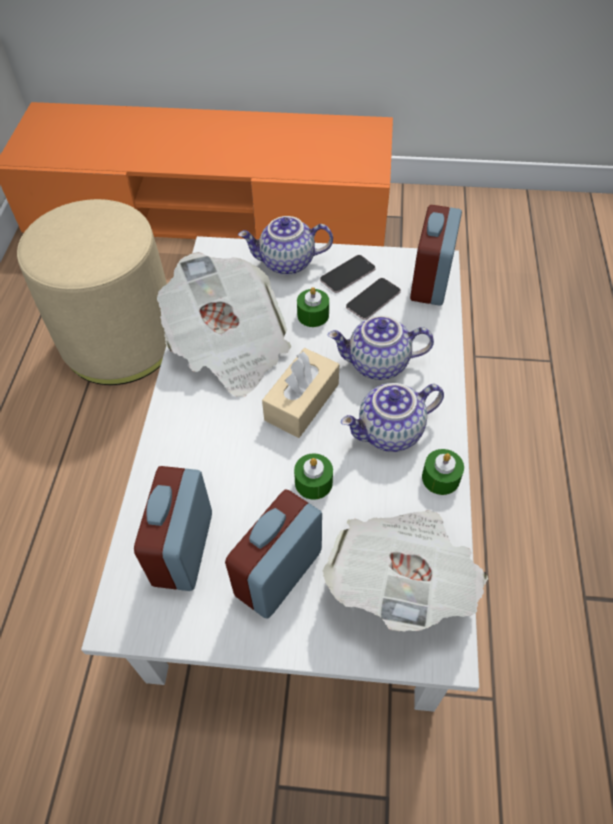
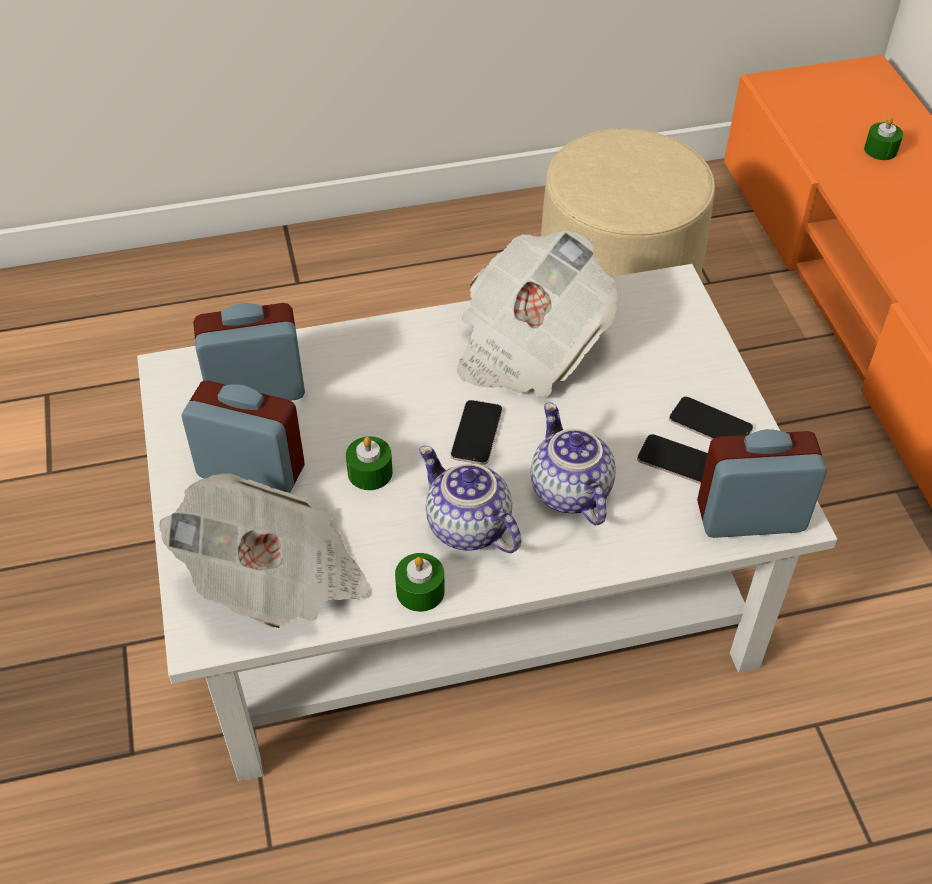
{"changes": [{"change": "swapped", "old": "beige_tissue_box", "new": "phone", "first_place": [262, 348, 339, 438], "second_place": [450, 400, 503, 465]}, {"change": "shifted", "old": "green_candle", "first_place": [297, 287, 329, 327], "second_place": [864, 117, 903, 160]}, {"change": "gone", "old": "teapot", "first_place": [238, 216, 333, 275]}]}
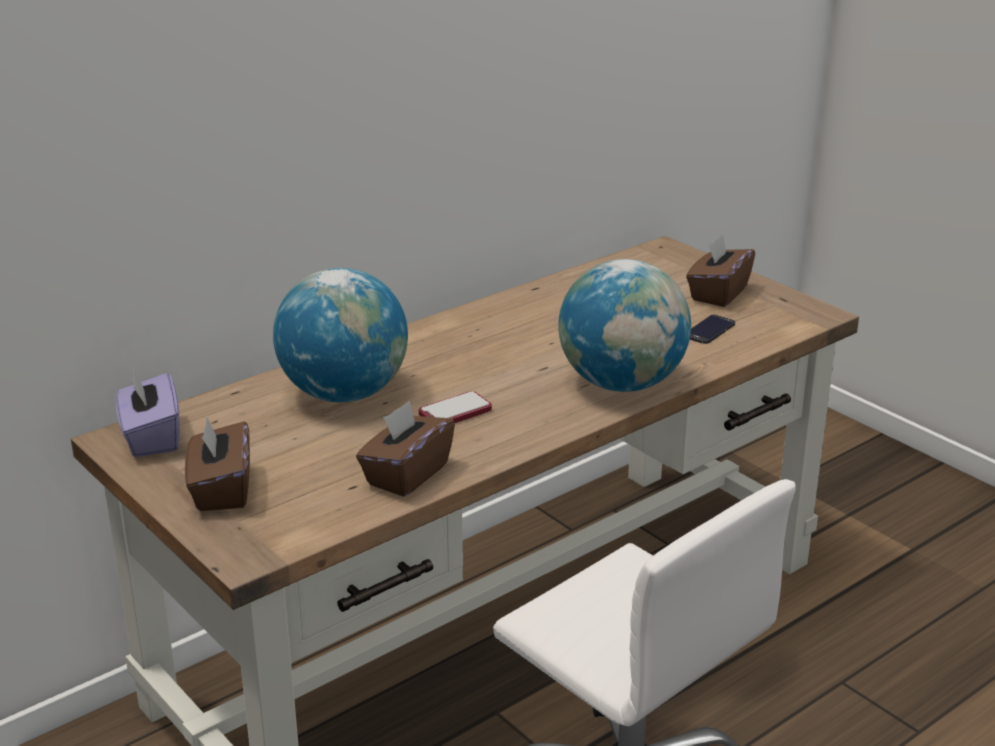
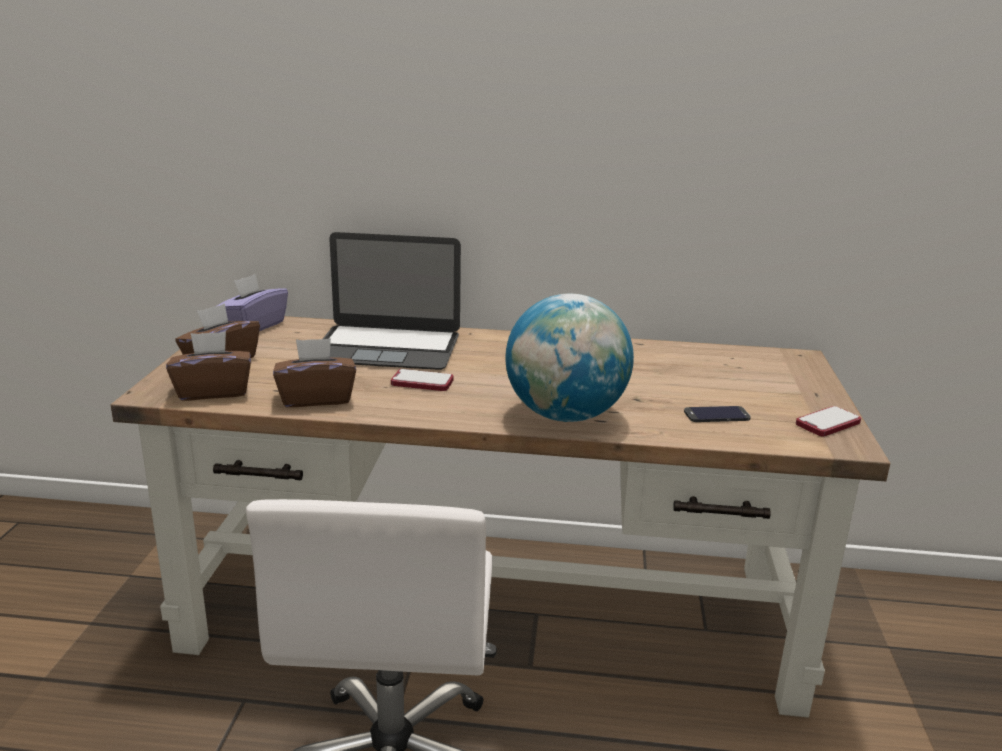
{"changes": [{"change": "shifted", "old": "brown_tissue_box", "first_place": [686, 234, 755, 307], "second_place": [166, 332, 251, 400]}, {"change": "swapped", "old": "globe", "new": "laptop", "first_place": [273, 268, 408, 403], "second_place": [323, 232, 461, 370]}, {"change": "new", "new": "phone", "second_place": [796, 406, 861, 437]}]}
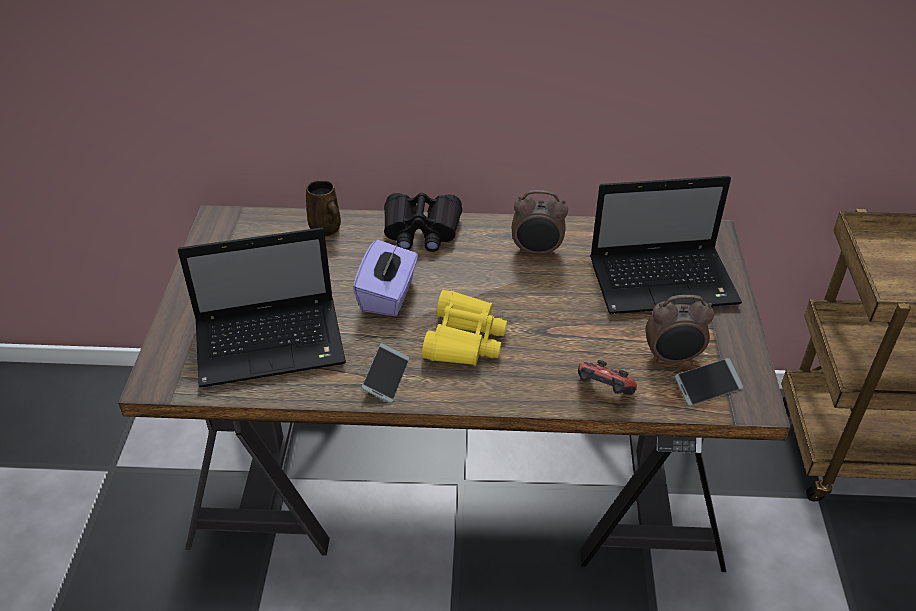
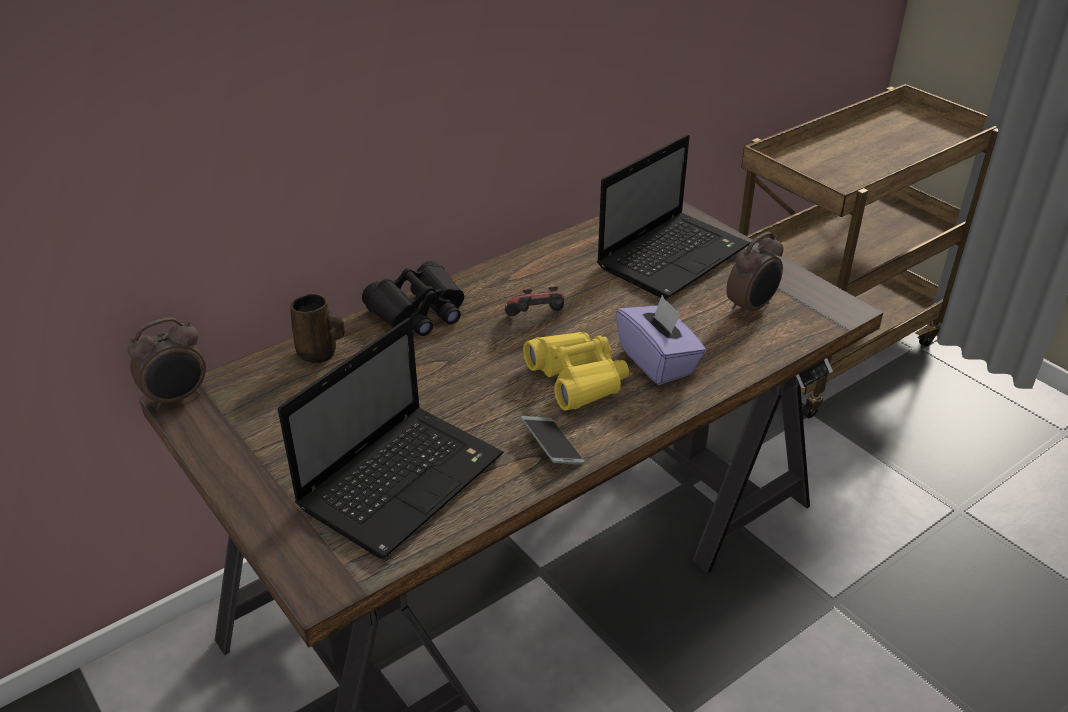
{"changes": [{"change": "shifted", "old": "alarm_clock", "first_place": [512, 190, 568, 257], "second_place": [128, 317, 206, 410]}, {"change": "shifted", "old": "game_controller", "first_place": [578, 360, 637, 395], "second_place": [505, 286, 564, 316]}, {"change": "shifted", "old": "purple_tissue_box", "first_place": [353, 240, 418, 316], "second_place": [616, 295, 706, 385]}, {"change": "gone", "old": "phone", "first_place": [674, 358, 743, 406]}]}
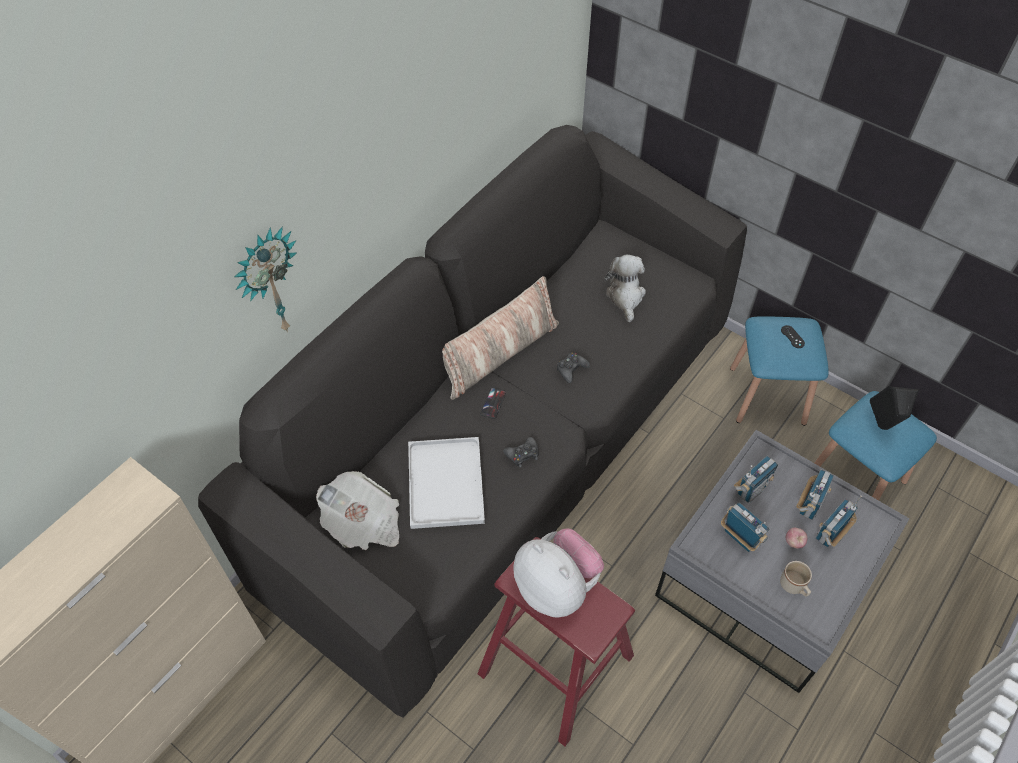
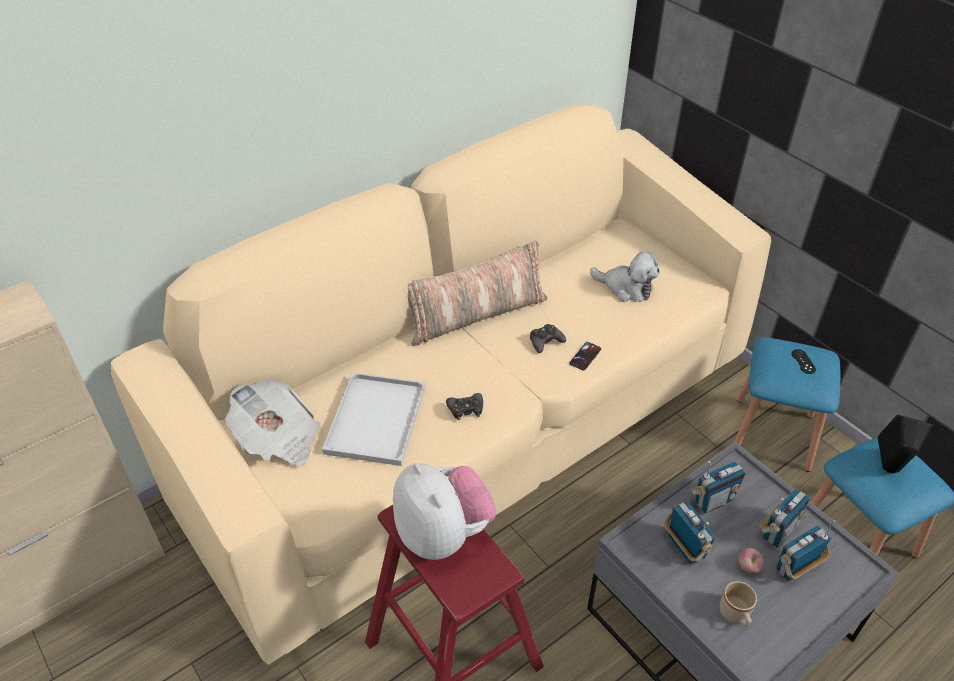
{"changes": [{"change": "repainted", "old": "black_sofa", "new": "beige_sofa", "first_place": [198, 125, 747, 718], "second_place": [111, 104, 771, 665]}, {"change": "shifted", "old": "phone", "first_place": [480, 388, 506, 419], "second_place": [569, 342, 601, 371]}, {"change": "rotated", "old": "plush_toy", "first_place": [604, 254, 646, 322], "second_place": [590, 252, 659, 302], "degrees": 105}, {"change": "gone", "old": "wall_clock", "first_place": [234, 227, 297, 332]}]}
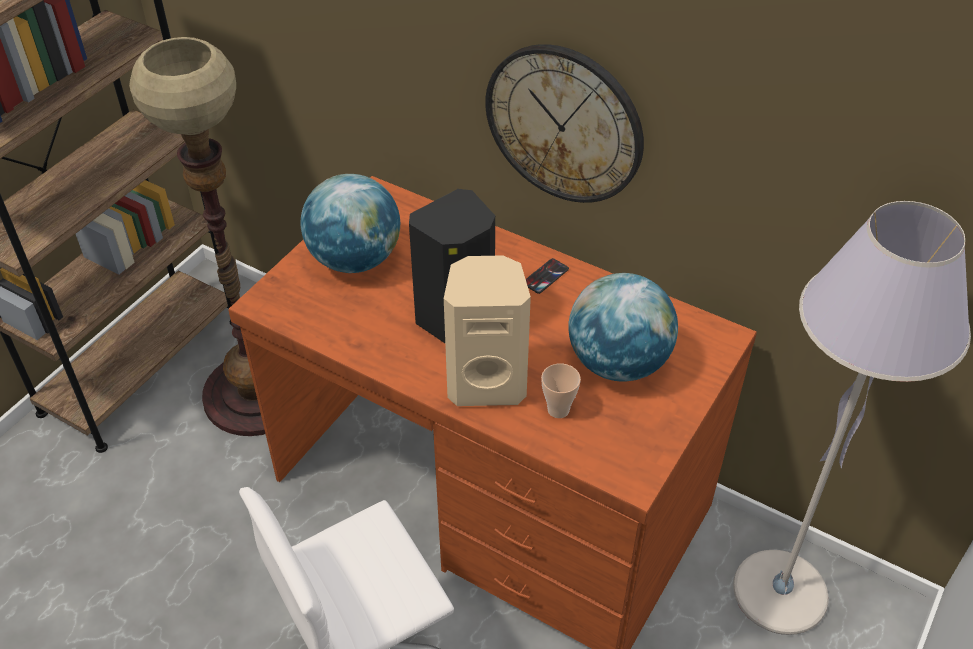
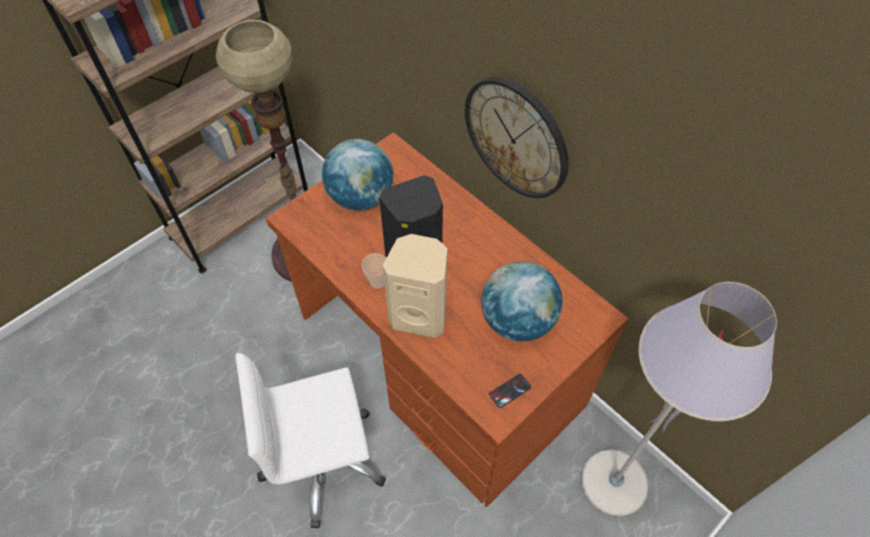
{"changes": [{"change": "shifted", "old": "cup", "first_place": [541, 363, 581, 418], "second_place": [362, 253, 386, 289]}, {"change": "shifted", "old": "phone", "first_place": [526, 258, 569, 294], "second_place": [489, 374, 531, 408]}]}
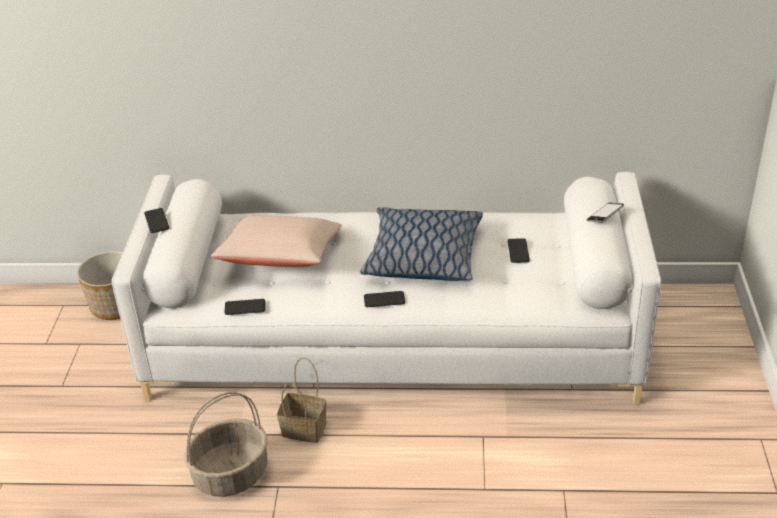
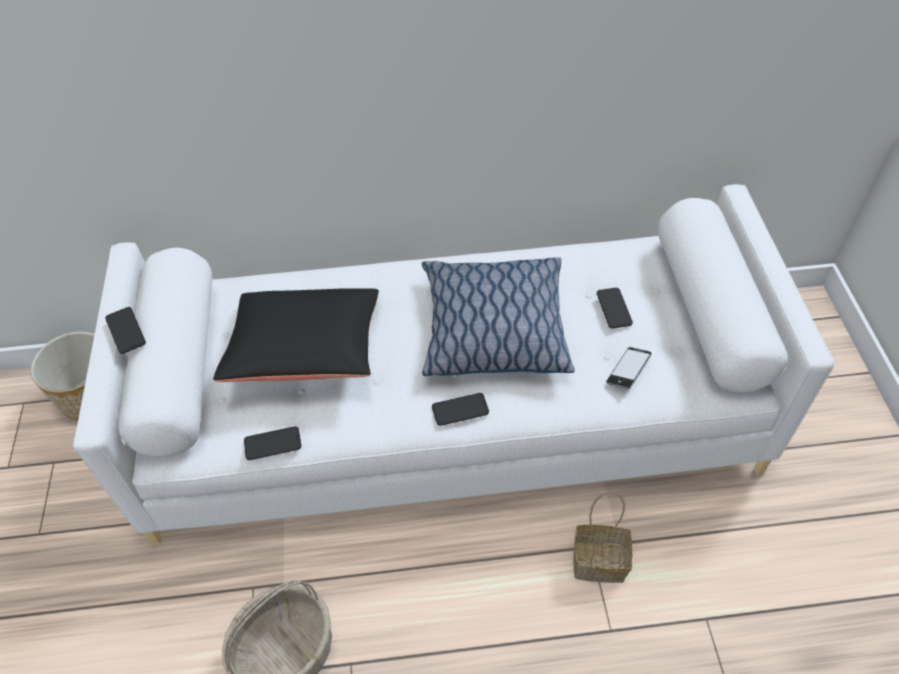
{"changes": [{"change": "repainted", "old": "beige_pillow", "new": "black_pillow", "first_place": [211, 215, 342, 267], "second_place": [213, 288, 379, 382]}, {"change": "shifted", "old": "basket", "first_place": [277, 357, 327, 443], "second_place": [573, 493, 633, 583]}, {"change": "shifted", "old": "phone", "first_place": [587, 203, 624, 222], "second_place": [606, 347, 652, 389]}]}
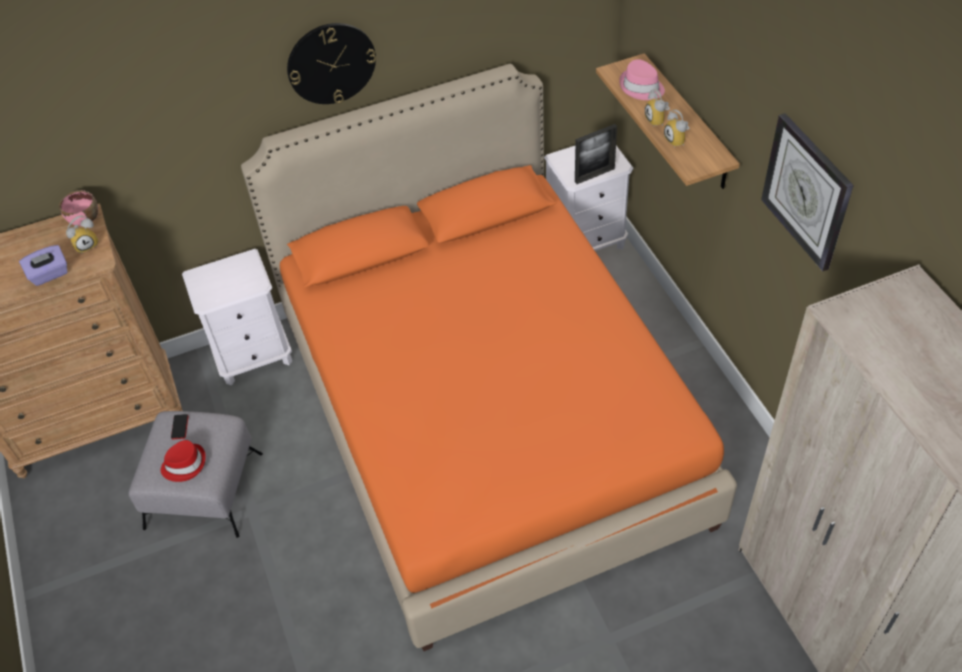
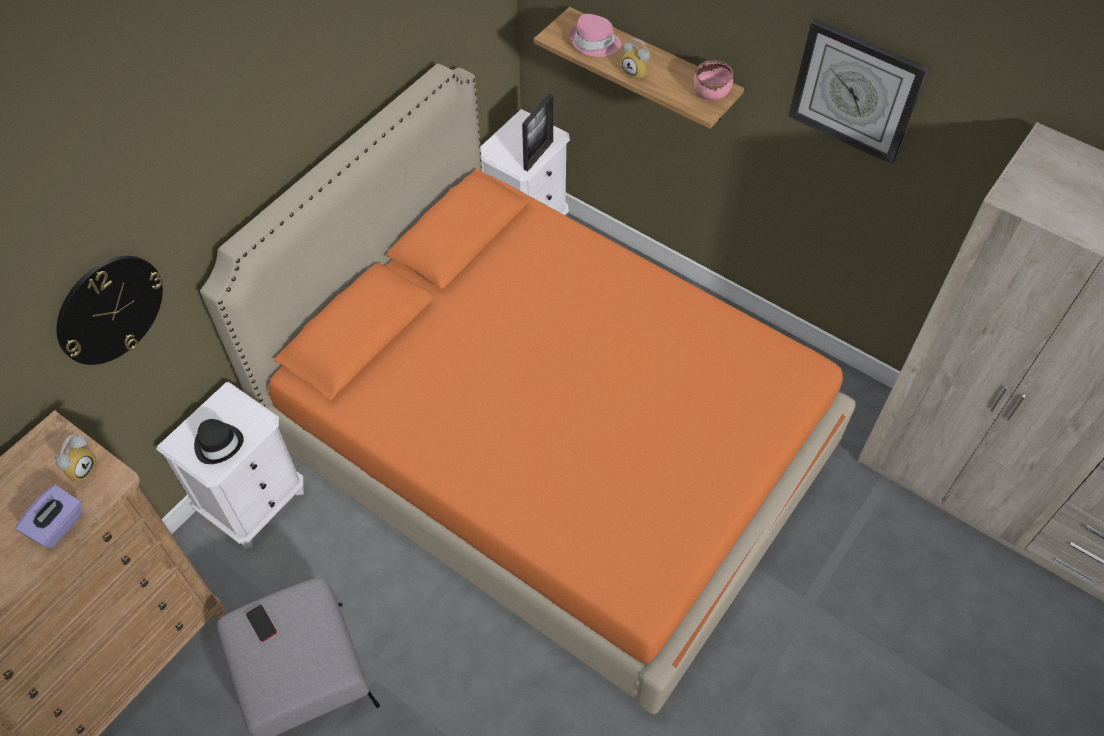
{"changes": [{"change": "shifted", "old": "wall_clock", "first_place": [287, 23, 376, 104], "second_place": [57, 256, 163, 365]}, {"change": "new", "new": "black_hat", "second_place": [194, 419, 244, 464]}, {"change": "shifted", "old": "pink_bowl", "first_place": [59, 190, 98, 226], "second_place": [694, 60, 734, 101]}, {"change": "gone", "old": "red_hat", "first_place": [161, 440, 206, 482]}, {"change": "gone", "old": "alarm_clock", "first_place": [664, 109, 689, 147]}]}
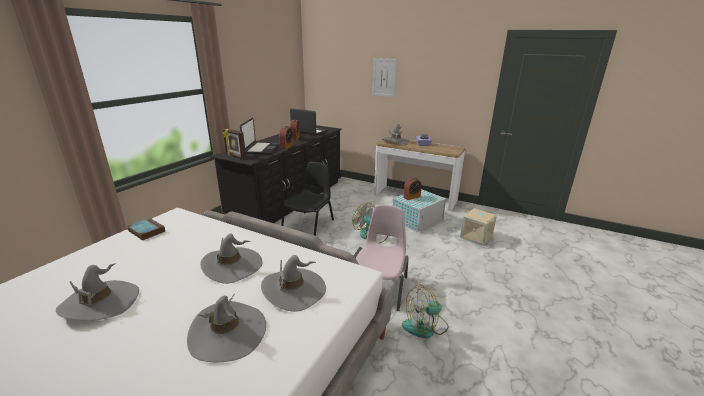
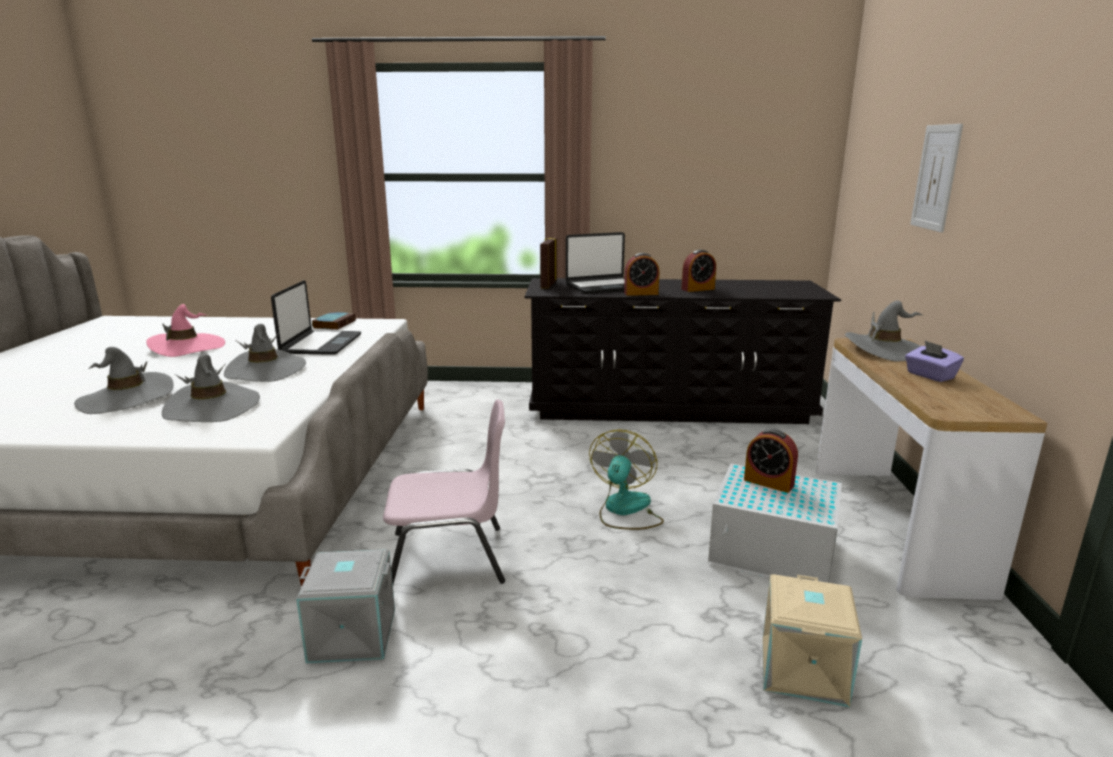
{"changes": [{"change": "repainted", "old": "grey_hat", "new": "pink_hat", "first_place": [56, 263, 139, 321], "second_place": [146, 304, 225, 357]}, {"change": "shifted", "old": "laptop", "first_place": [290, 108, 328, 135], "second_place": [271, 280, 361, 355]}, {"change": "swapped", "old": "fan", "new": "grey_storage_box", "first_place": [402, 284, 448, 338], "second_place": [296, 549, 395, 663]}, {"change": "gone", "old": "black_chair", "first_place": [281, 162, 334, 236]}]}
